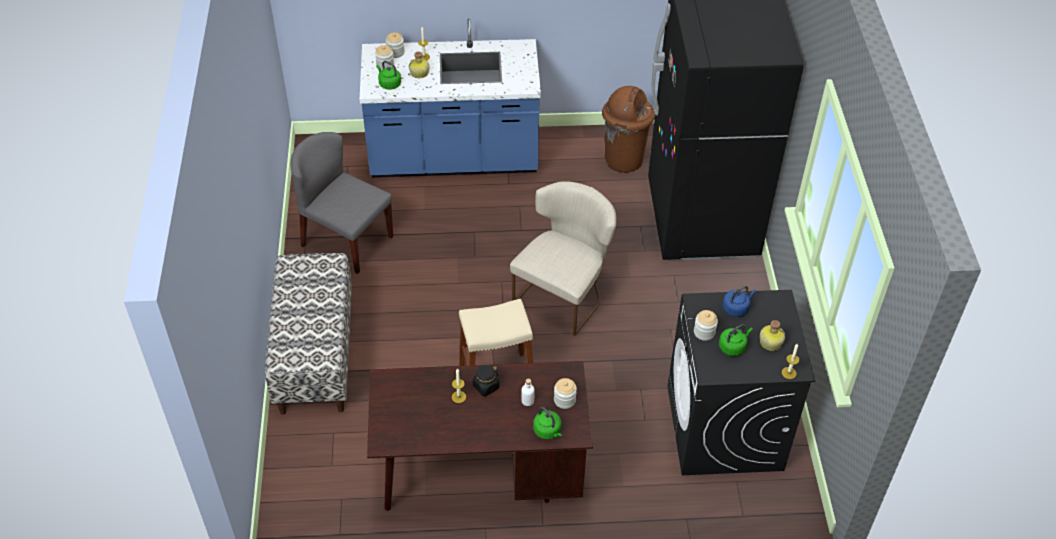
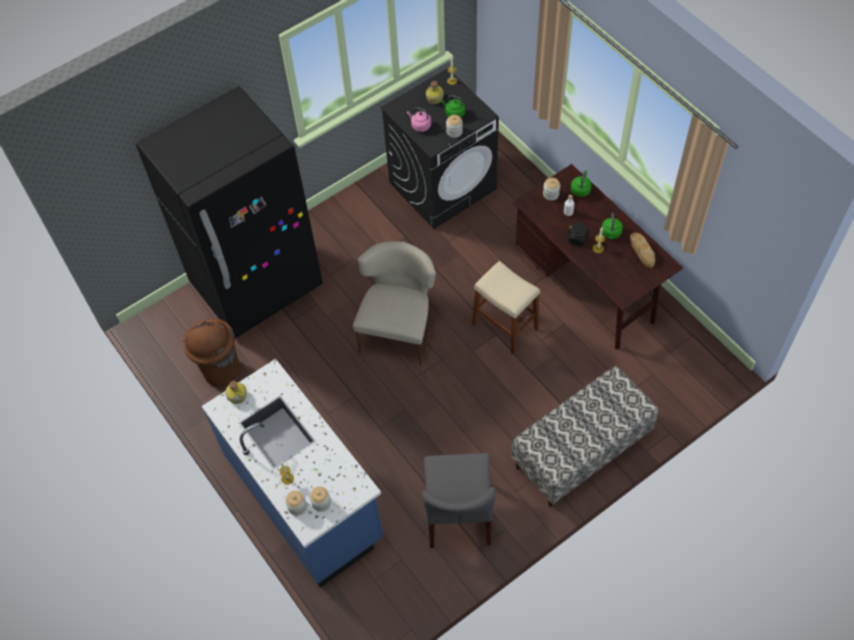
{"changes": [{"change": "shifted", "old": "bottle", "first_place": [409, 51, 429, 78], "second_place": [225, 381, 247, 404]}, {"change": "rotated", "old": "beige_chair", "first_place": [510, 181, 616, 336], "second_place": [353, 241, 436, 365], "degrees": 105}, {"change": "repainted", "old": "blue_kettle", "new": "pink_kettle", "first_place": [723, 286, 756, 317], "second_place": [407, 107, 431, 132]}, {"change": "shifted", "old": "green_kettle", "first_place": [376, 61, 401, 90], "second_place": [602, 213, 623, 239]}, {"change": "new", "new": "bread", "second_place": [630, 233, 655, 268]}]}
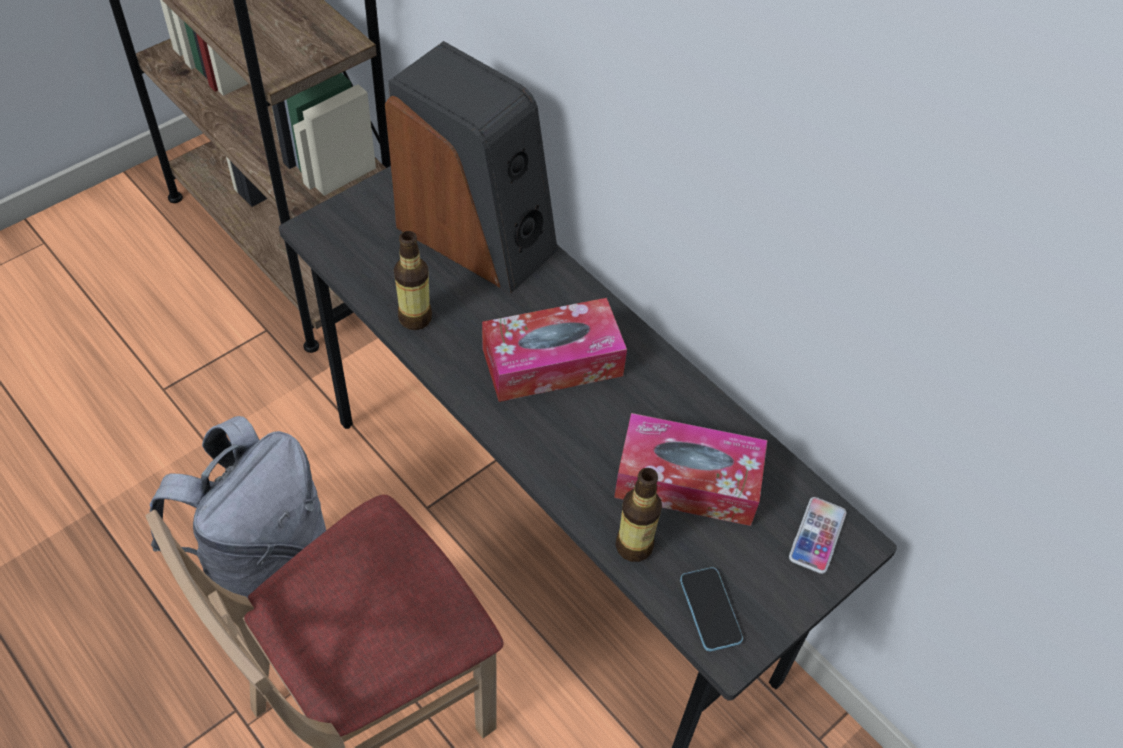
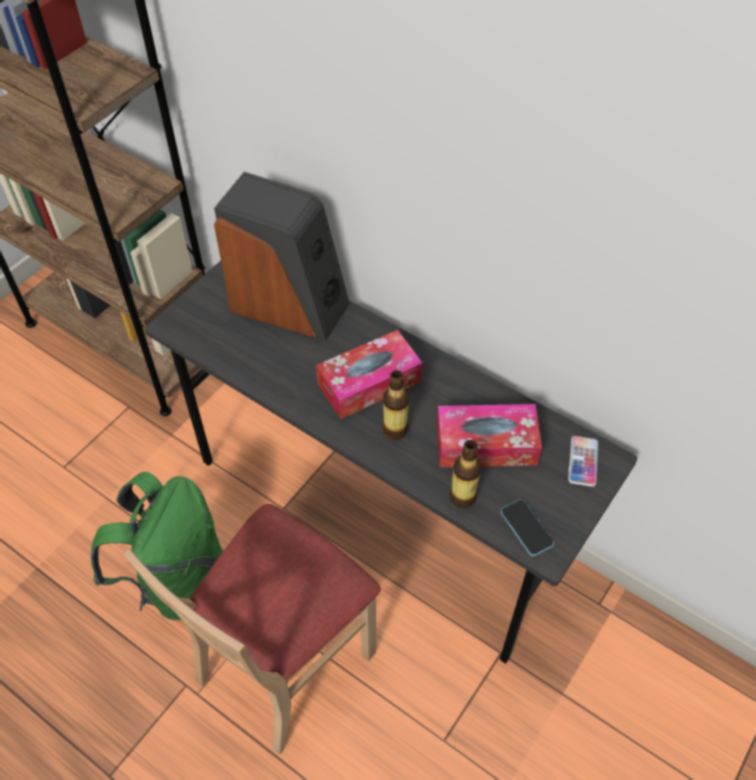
{"changes": [{"change": "repainted", "old": "grey_backpack", "new": "green_backpack", "first_place": [149, 416, 326, 598], "second_place": [91, 472, 223, 620]}, {"change": "shifted", "old": "bottle", "first_place": [394, 231, 432, 330], "second_place": [383, 370, 409, 440]}]}
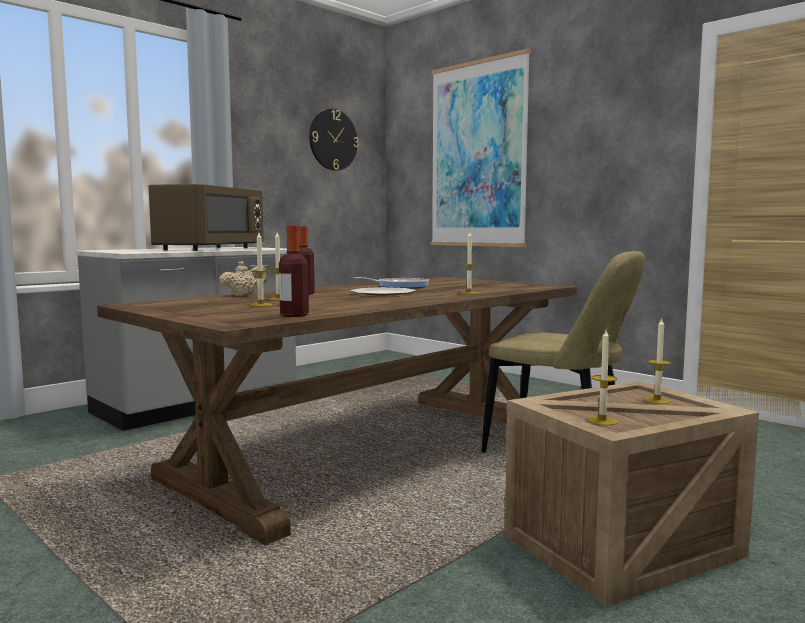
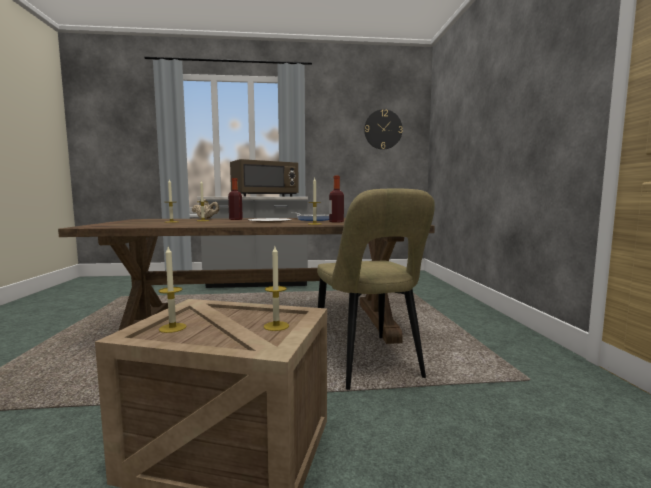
{"changes": [{"change": "shifted", "old": "bottle", "first_place": [279, 225, 309, 317], "second_place": [329, 176, 344, 222]}, {"change": "gone", "old": "picture", "first_place": [431, 48, 531, 247]}]}
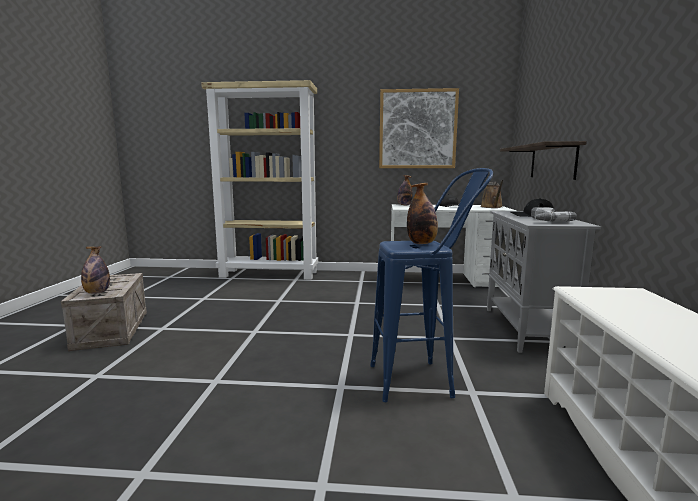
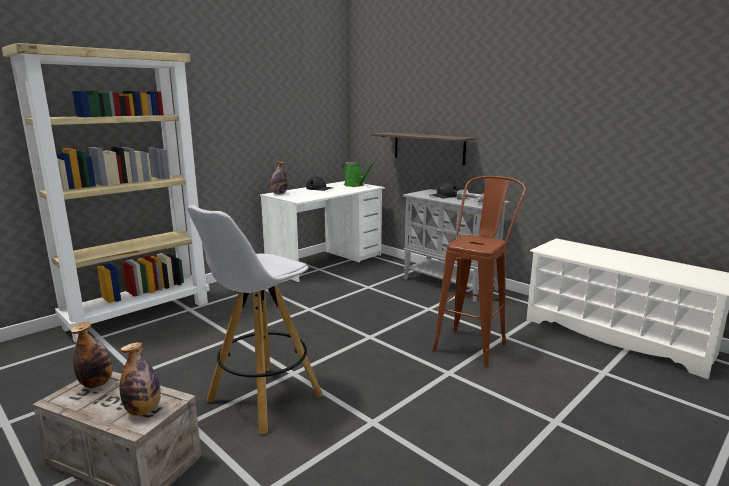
{"changes": [{"change": "shifted", "old": "bottle", "first_place": [407, 183, 438, 244], "second_place": [70, 322, 113, 388]}, {"change": "new", "new": "white_stool", "second_place": [187, 205, 323, 434]}, {"change": "repainted", "old": "brown_watering_can", "new": "green_watering_can", "first_place": [480, 180, 504, 208], "second_place": [342, 161, 375, 187]}, {"change": "repainted", "old": "blue_stool", "new": "brown_stool", "first_place": [370, 168, 493, 402], "second_place": [432, 176, 526, 367]}, {"change": "gone", "old": "picture", "first_place": [379, 88, 459, 168]}]}
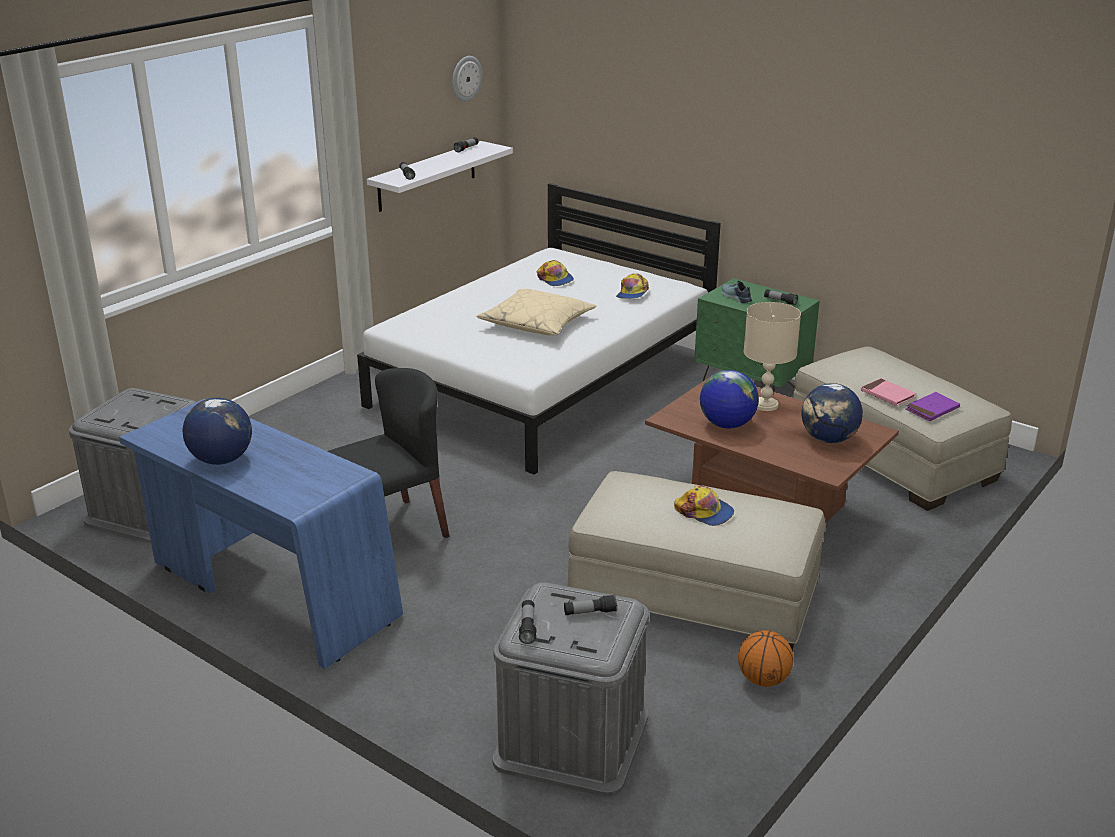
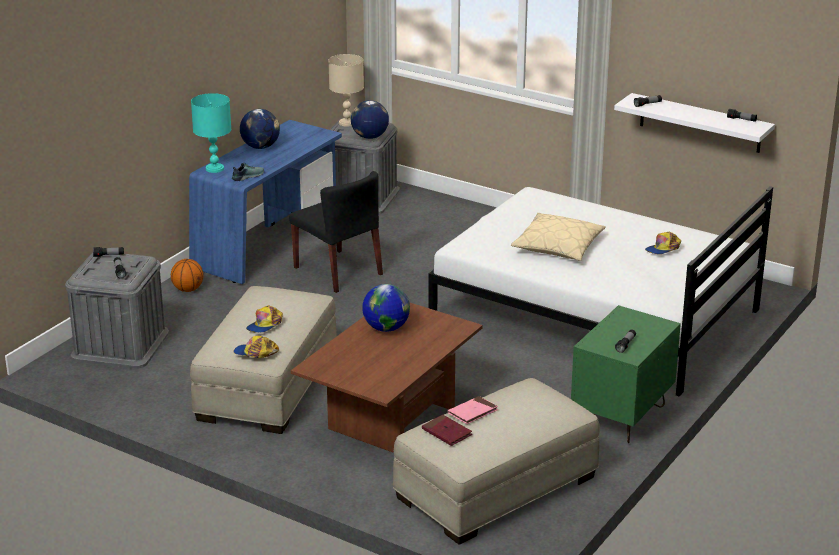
{"changes": [{"change": "shifted", "old": "basketball", "first_place": [738, 630, 794, 687], "second_place": [171, 259, 204, 292]}, {"change": "new", "new": "turquoise_table_lamp", "second_place": [191, 93, 231, 173]}, {"change": "shifted", "old": "shoe", "first_place": [721, 280, 752, 303], "second_place": [232, 162, 264, 181]}, {"change": "shifted", "old": "cap", "first_place": [616, 273, 649, 299], "second_place": [234, 336, 279, 358]}, {"change": "shifted", "old": "beige_table_lamp", "first_place": [744, 302, 801, 411], "second_place": [329, 54, 364, 127]}, {"change": "shifted", "old": "globe", "first_place": [801, 383, 863, 443], "second_place": [351, 100, 389, 139]}, {"change": "repainted", "old": "purple_book", "new": "red_book", "first_place": [906, 392, 960, 421], "second_place": [422, 415, 472, 446]}, {"change": "gone", "old": "wall_clock", "first_place": [452, 56, 482, 102]}]}
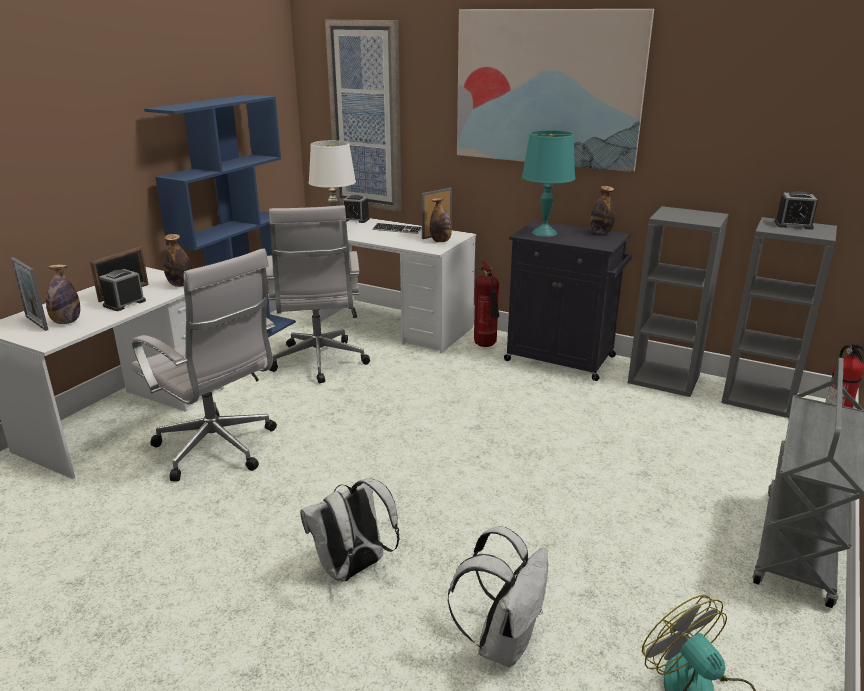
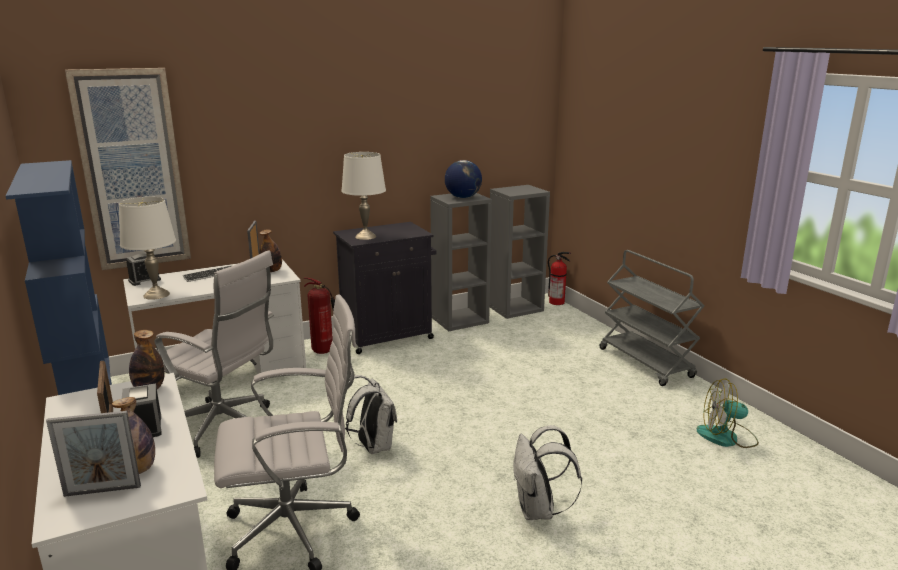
{"changes": [{"change": "repainted", "old": "turquoise_table_lamp", "new": "white_table_lamp", "first_place": [522, 130, 575, 237], "second_place": [341, 152, 386, 240]}, {"change": "shifted", "old": "white_backpack", "first_place": [447, 526, 548, 667], "second_place": [345, 375, 397, 454]}, {"change": "new", "new": "globe", "second_place": [445, 160, 482, 198]}, {"change": "gone", "old": "picture", "first_place": [457, 9, 654, 172]}, {"change": "gone", "old": "bottle", "first_place": [590, 186, 615, 234]}, {"change": "gone", "old": "alarm_clock", "first_place": [774, 191, 818, 230]}]}
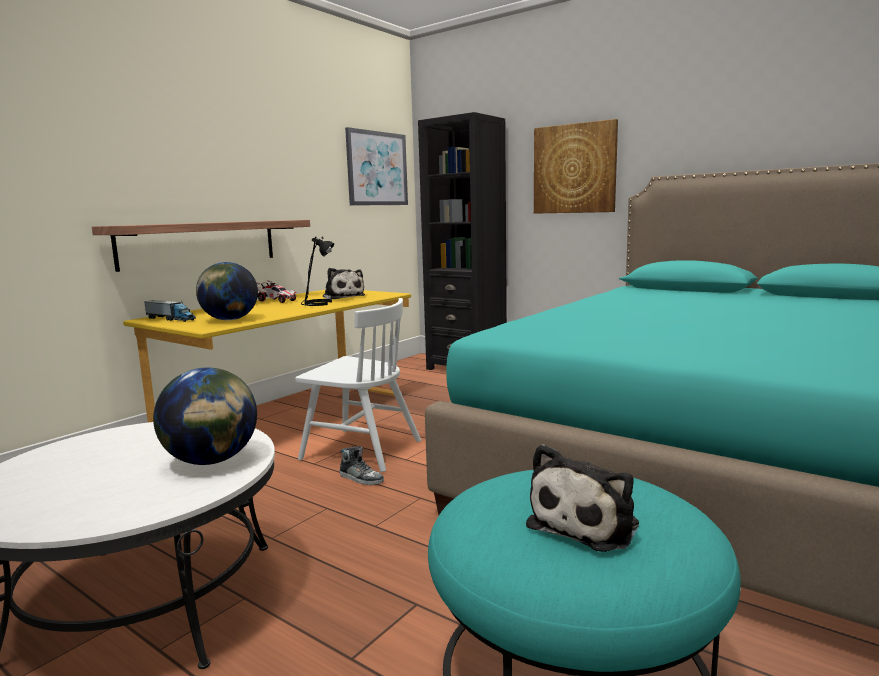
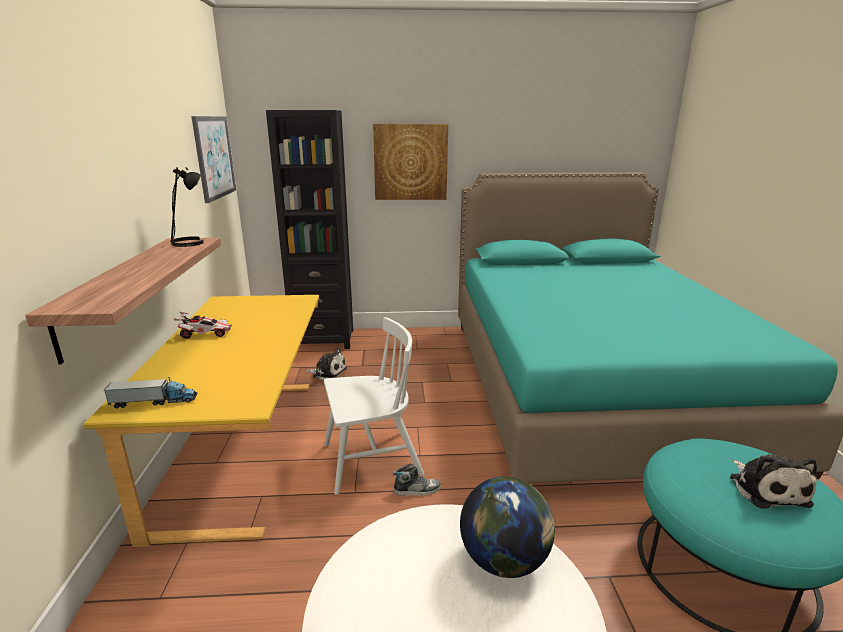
{"changes": [{"change": "shifted", "old": "black_table_lamp", "first_place": [301, 237, 334, 306], "second_place": [171, 167, 204, 247]}, {"change": "shifted", "old": "plush_toy", "first_place": [323, 268, 365, 299], "second_place": [306, 347, 347, 380]}, {"change": "gone", "old": "globe", "first_place": [196, 262, 258, 321]}]}
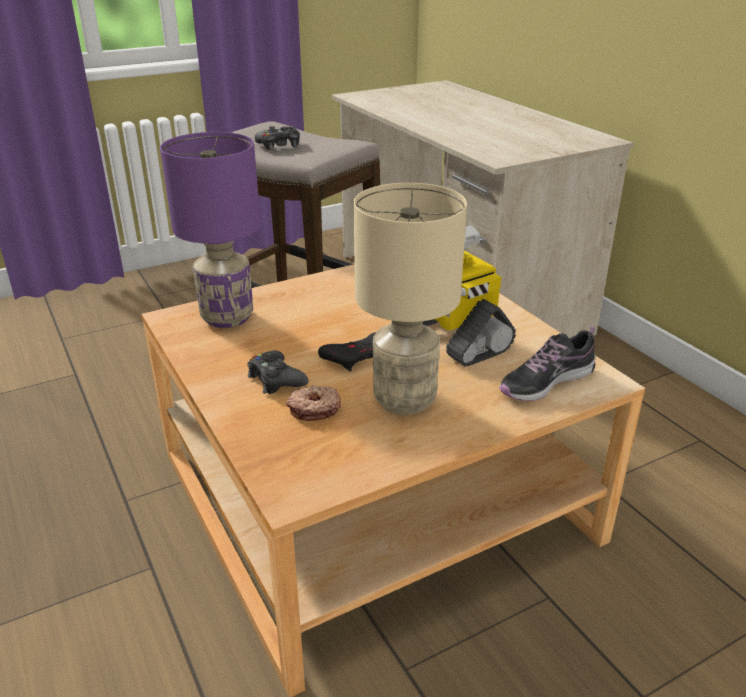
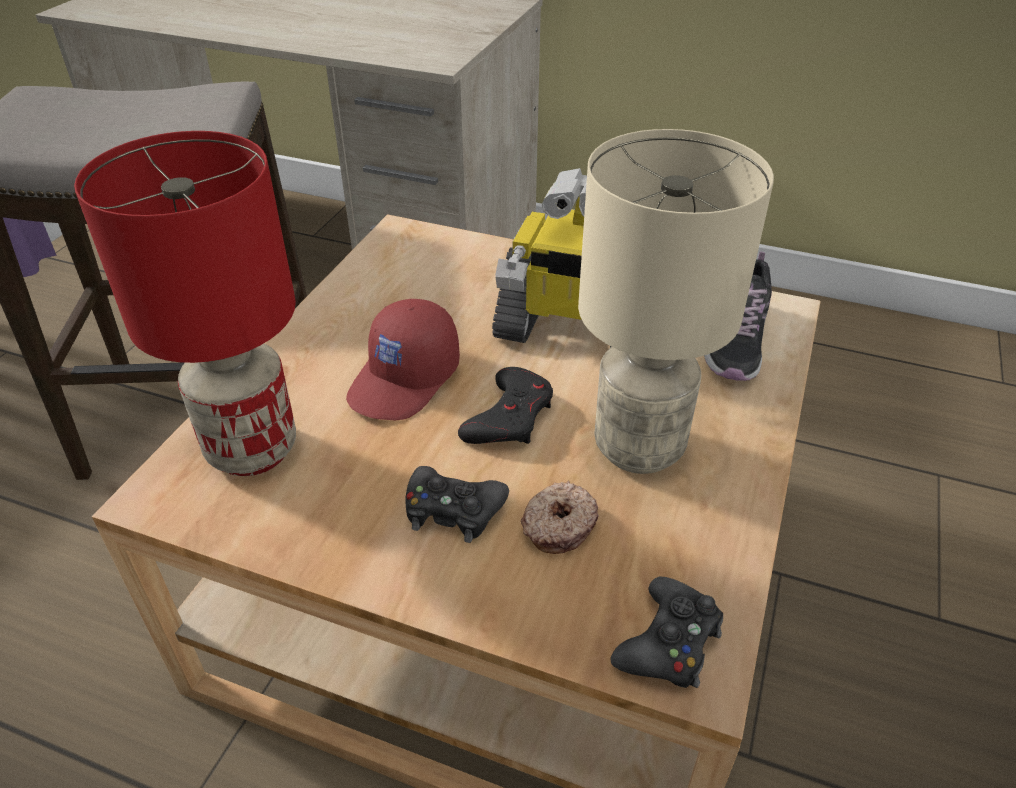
{"changes": [{"change": "repainted", "old": "purple_table_lamp", "new": "red_table_lamp", "first_place": [160, 132, 261, 328], "second_place": [74, 131, 296, 476]}, {"change": "new", "new": "red_cap", "second_place": [346, 299, 460, 420]}, {"change": "shifted", "old": "black_game_controller", "first_place": [254, 126, 300, 150], "second_place": [611, 576, 723, 688]}]}
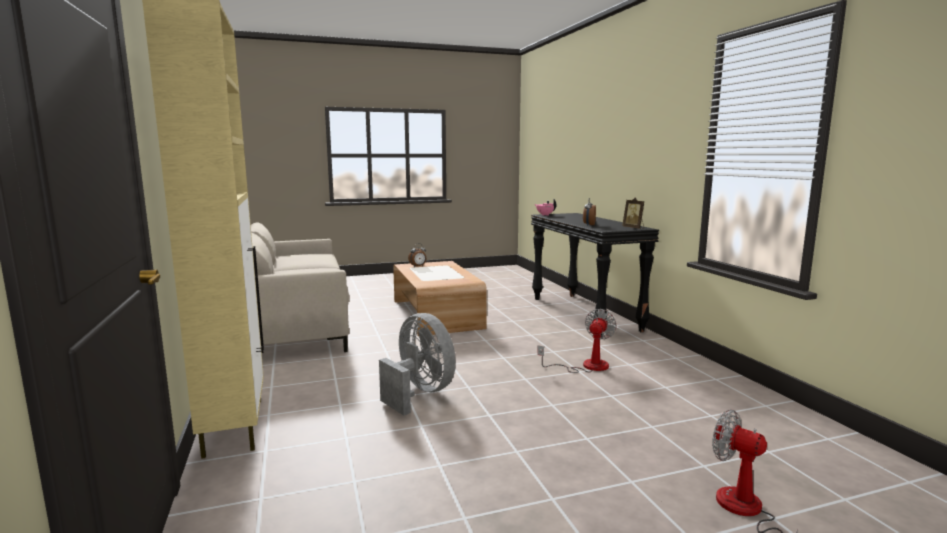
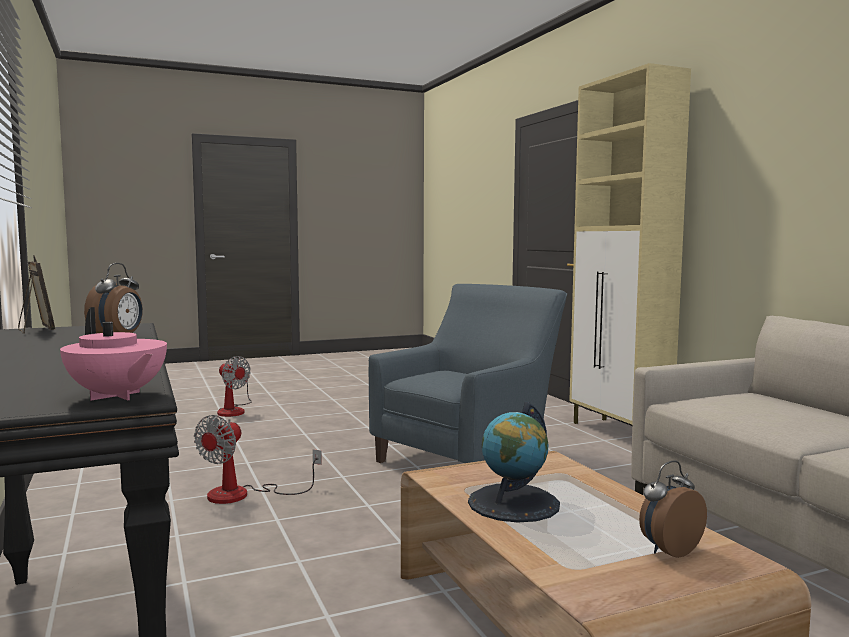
{"changes": [{"change": "swapped", "old": "grey_fan", "new": "blue_armchair", "first_place": [379, 313, 456, 415], "second_place": [369, 284, 567, 463]}, {"change": "new", "new": "globe", "second_place": [468, 402, 560, 522]}]}
